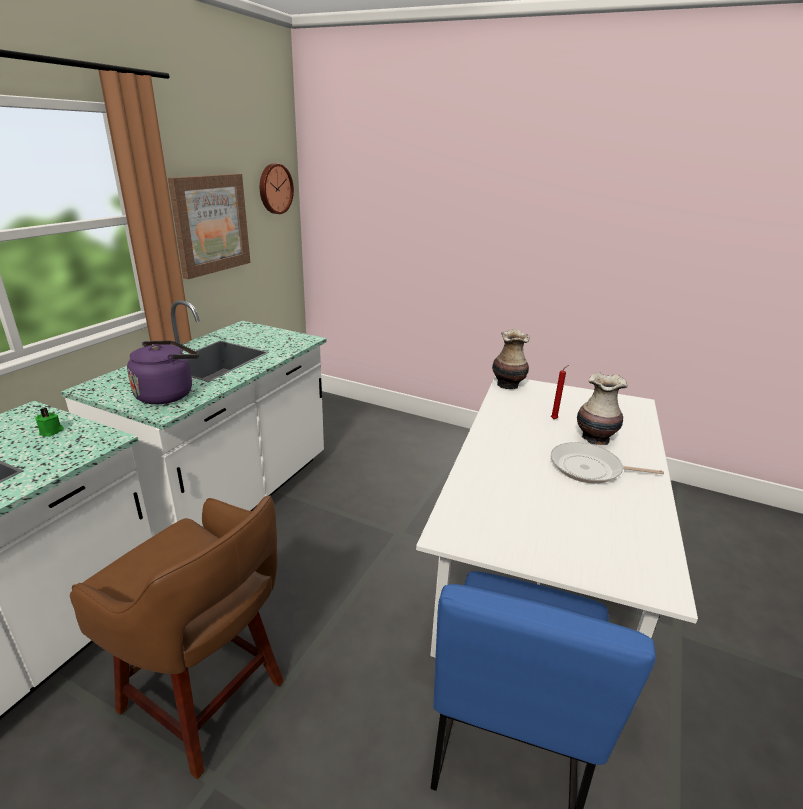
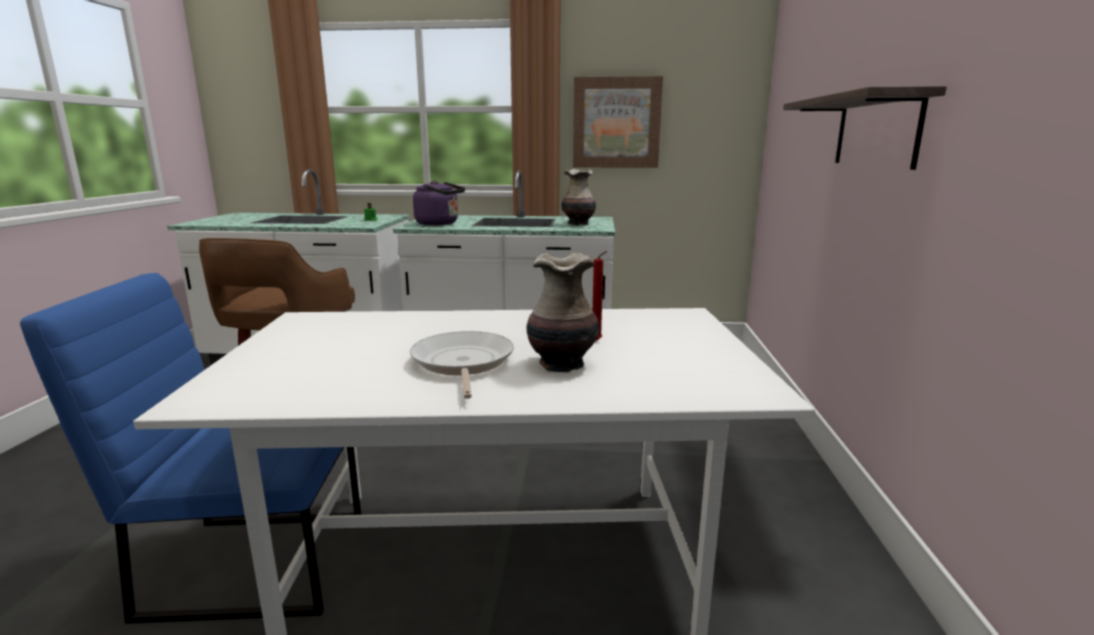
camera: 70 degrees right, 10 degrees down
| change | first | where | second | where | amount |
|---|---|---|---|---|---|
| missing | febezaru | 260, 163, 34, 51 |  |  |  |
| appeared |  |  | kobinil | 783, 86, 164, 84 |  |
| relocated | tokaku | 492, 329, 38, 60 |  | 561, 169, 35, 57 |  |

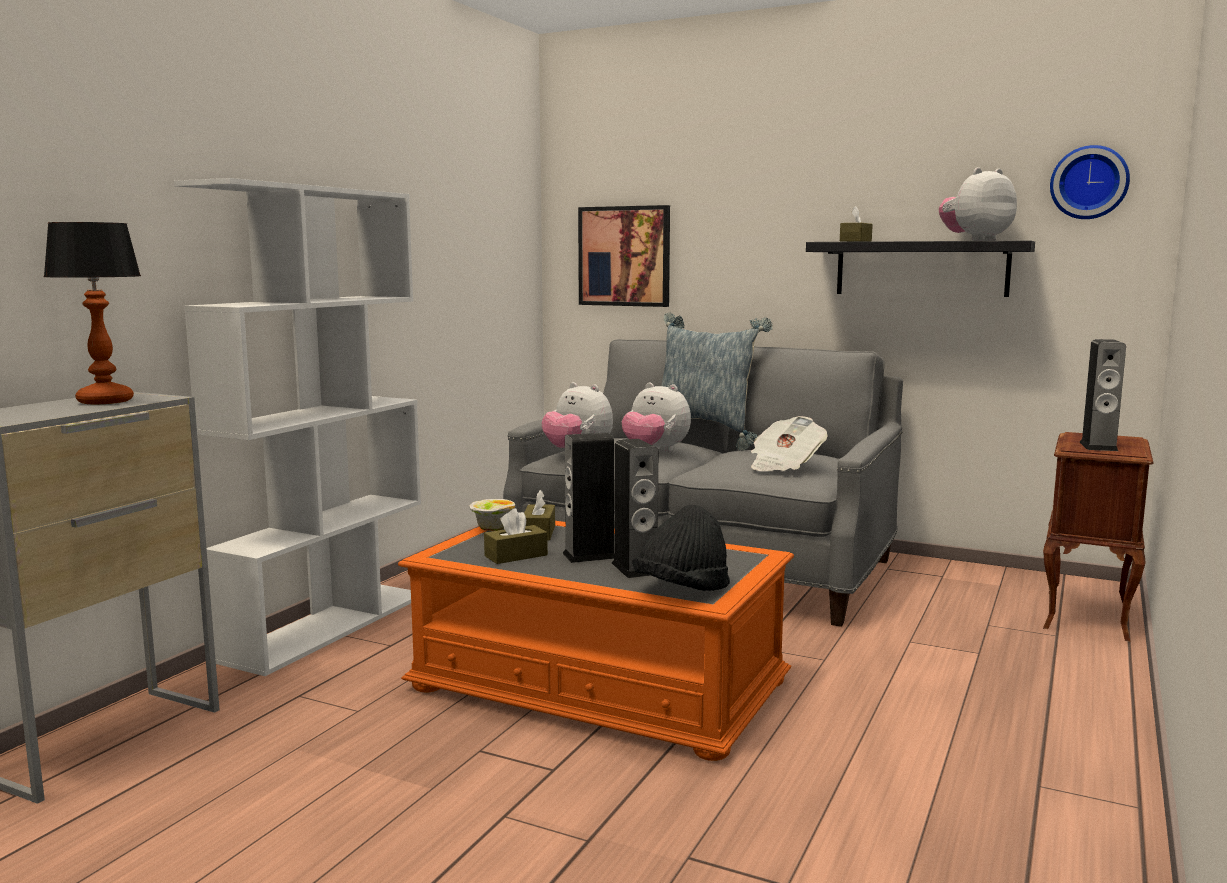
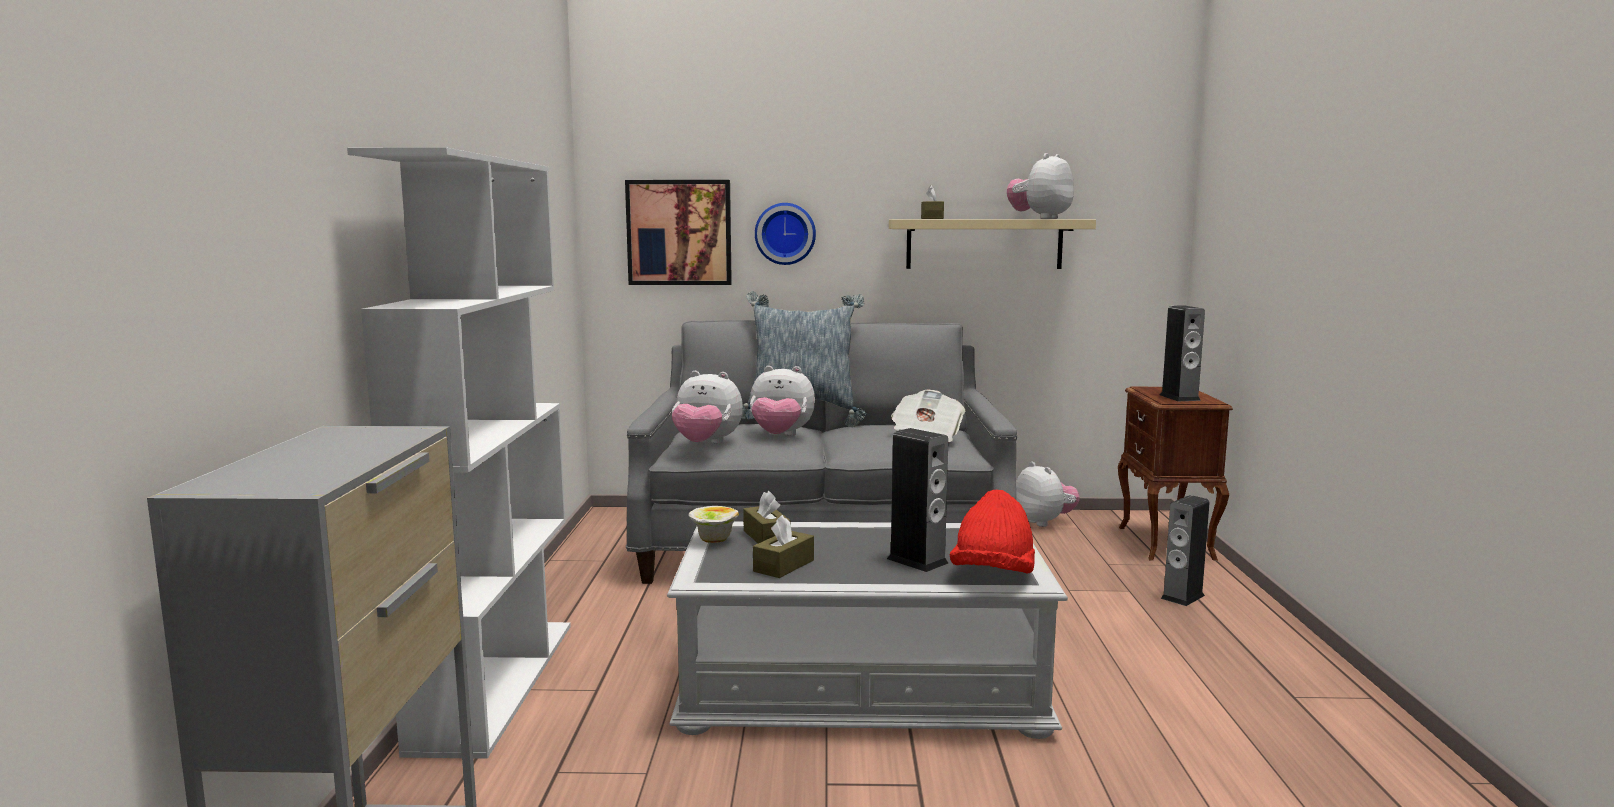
camera: 25 degrees left, 0 degrees up
| change | first | where | second | where | amount |
|---|---|---|---|---|---|
| missing | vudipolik | 44, 222, 97, 182 |  |  |  |
| appeared |  |  | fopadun | 1016, 462, 64, 65 |  |
| relocated | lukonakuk | 562, 432, 53, 131 |  | 1161, 495, 48, 111 |  |
| relocated | febezaru | 1050, 145, 80, 74 |  | 755, 203, 61, 62 |  |
| colour | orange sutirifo | 398, 521, 396, 240 | white sutirifo | 667, 522, 401, 217 |  |
| colour | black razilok | 632, 505, 98, 86 | red razilok | 950, 490, 85, 83 |  |
| colour | black kobinil | 806, 241, 229, 56 | beige kobinil | 889, 219, 207, 50 |  |

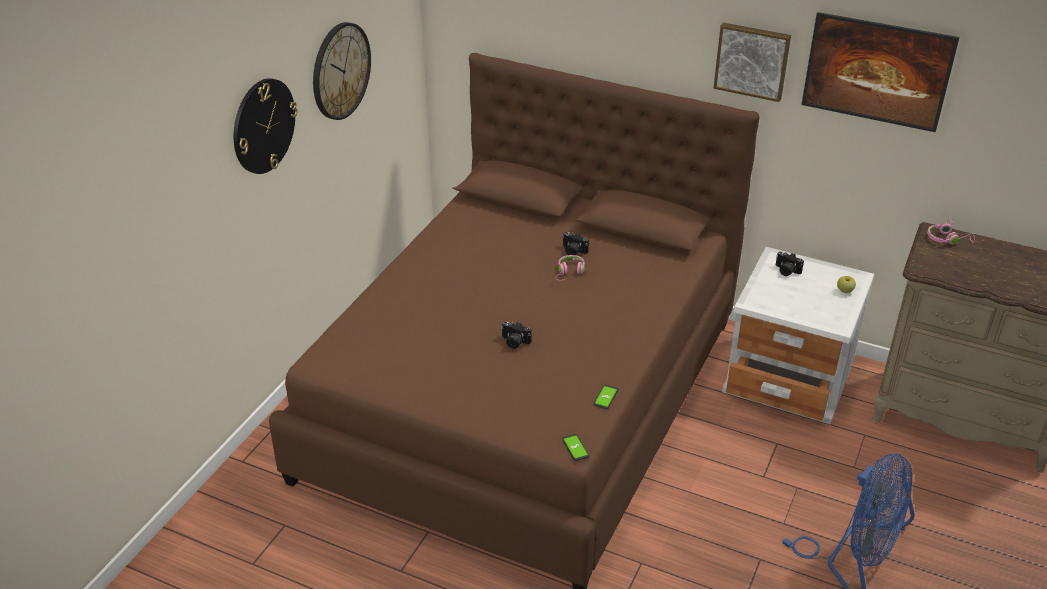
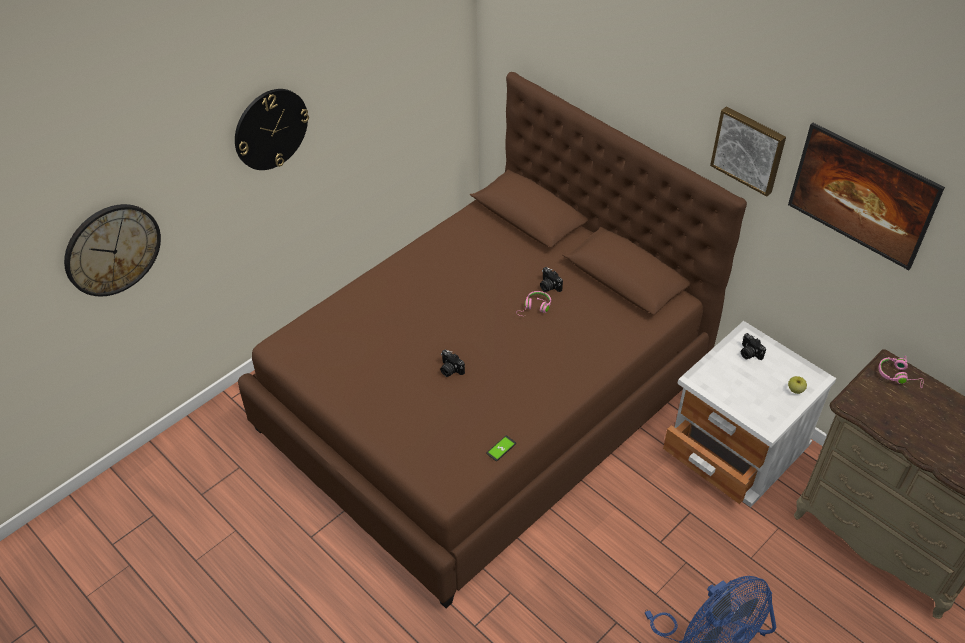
camera: 20 degrees right, 10 degrees up
| change | first | where | second | where | amount |
|---|---|---|---|---|---|
| missing | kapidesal | 562, 434, 27, 27 |  |  |  |
| relocated | febezaru | 313, 22, 58, 98 |  | 64, 204, 97, 92 |  |

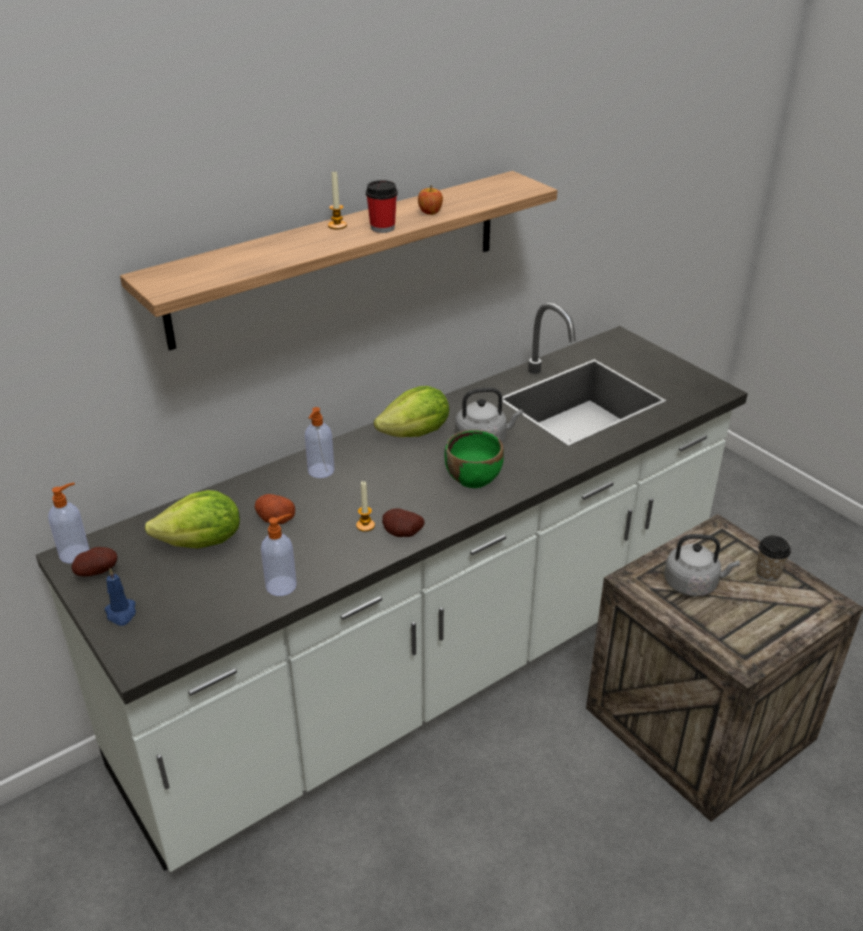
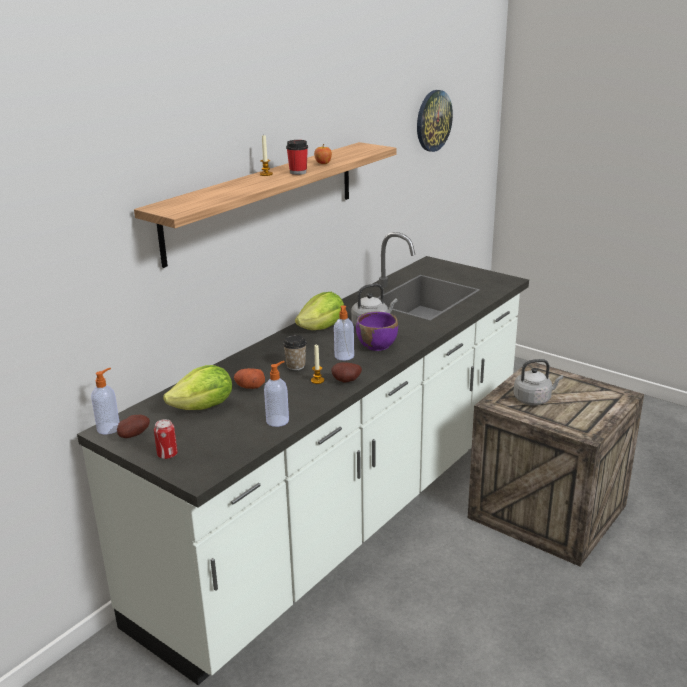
camera: 15 degrees left, 10 degrees down
| change | first | where | second | where | amount |
|---|---|---|---|---|---|
| appeared |  |  | febezaru | 417, 90, 36, 62 |  |
| relocated | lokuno | 305, 407, 29, 71 |  | 334, 305, 20, 56 |  |
| relocated | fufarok | 756, 536, 35, 45 |  | 283, 335, 24, 35 |  |
| exchanged | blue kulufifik | 104, 568, 32, 58 | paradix | 154, 419, 24, 40 |  |
| colour | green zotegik | 444, 430, 60, 58 | purple zotegik | 356, 312, 42, 39 |  |

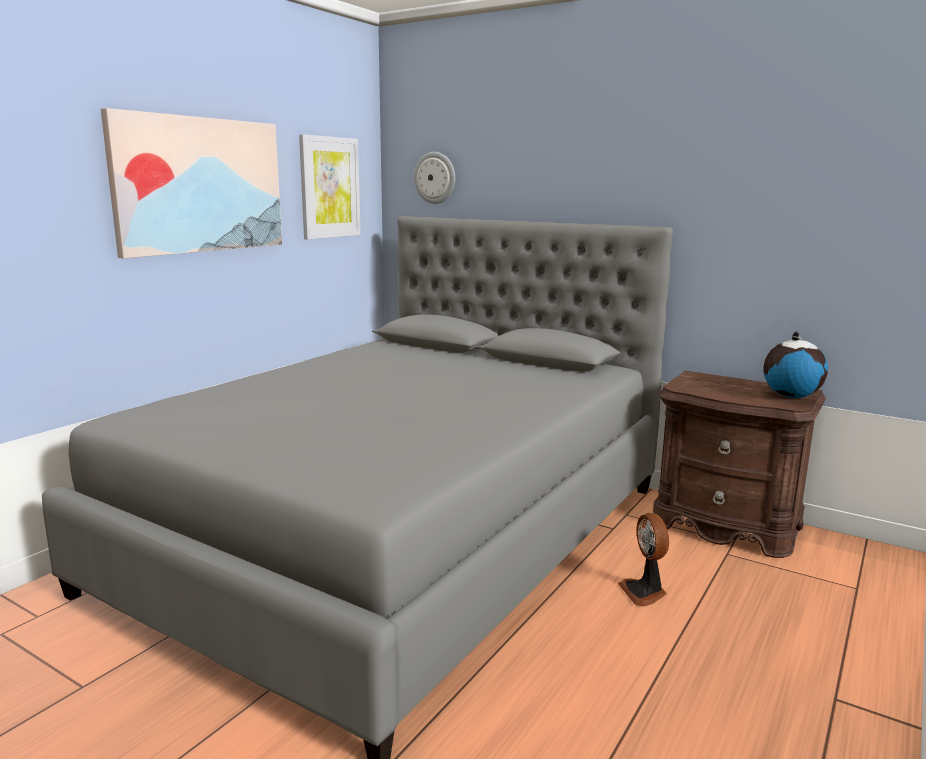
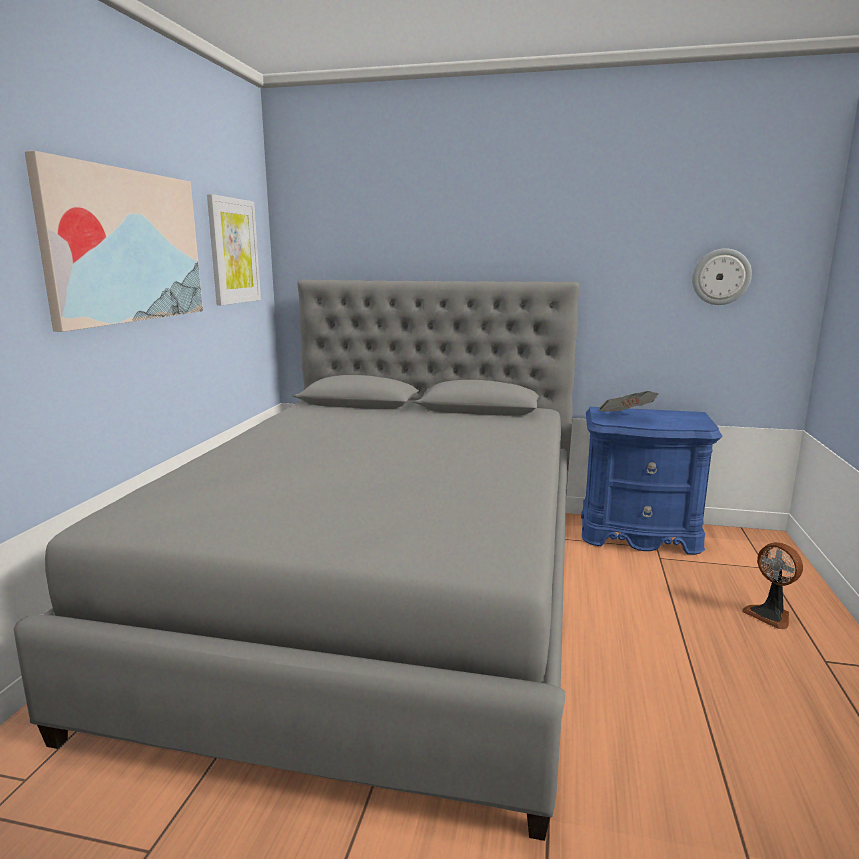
camera: 20 degrees left, 0 degrees up
| change | first | where | second | where | amount |
|---|---|---|---|---|---|
| missing | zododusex | 763, 332, 65, 66 |  |  |  |
| appeared |  |  | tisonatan | 598, 391, 60, 21 |  |
| relocated | febezaru | 414, 152, 41, 52 |  | 692, 248, 60, 57 |  |
| relocated | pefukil | 618, 513, 51, 94 |  | 742, 542, 61, 87 |  |
| colour | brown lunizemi | 653, 371, 173, 187 | blue lunizemi | 581, 407, 142, 148 |  |

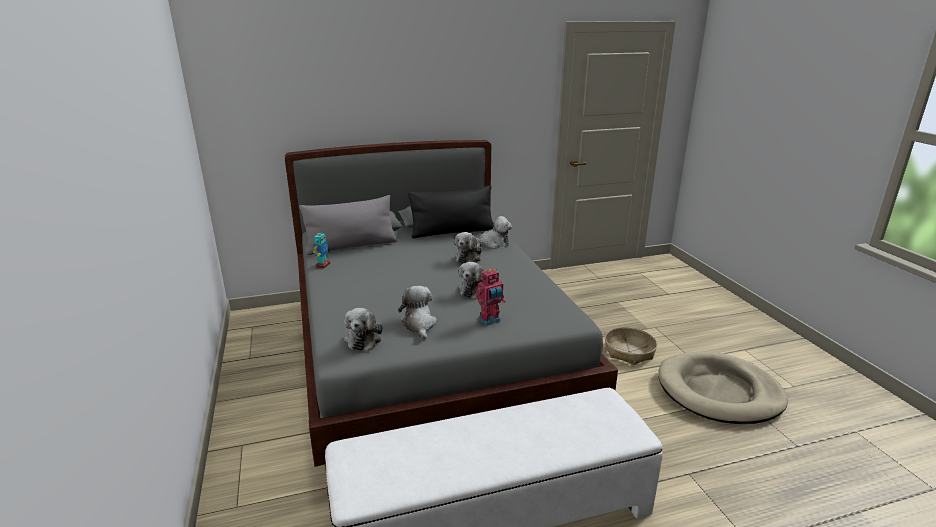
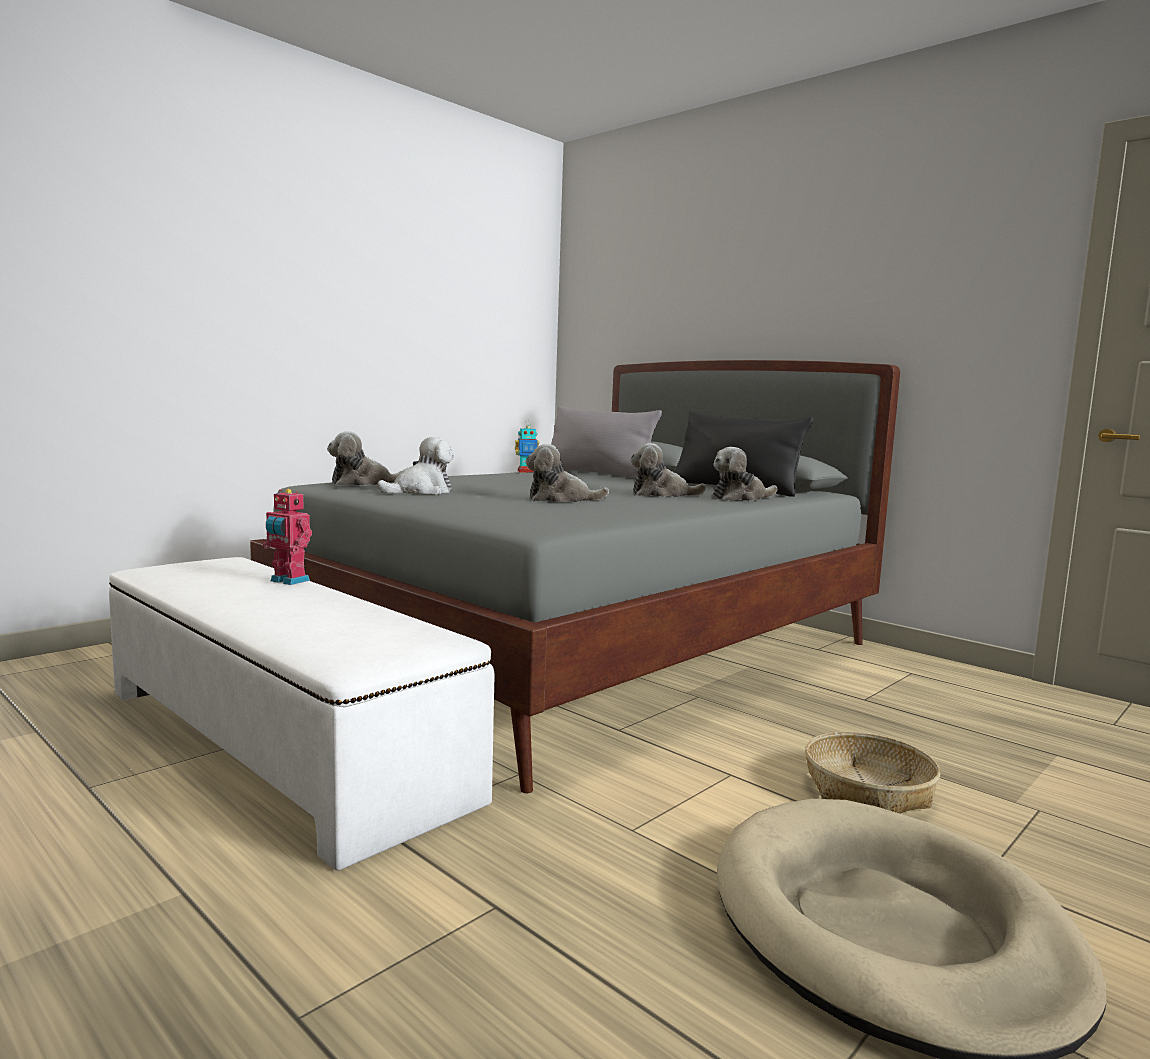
camera: 60 degrees right, 15 degrees down
| change | first | where | second | where | amount |
|---|---|---|---|---|---|
| relocated | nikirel | 475, 268, 31, 58 |  | 263, 489, 49, 96 |  |
| spun | fopadun | 476, 216, 36, 33 |  | 713, 447, 64, 54 | 90 degrees clockwise |

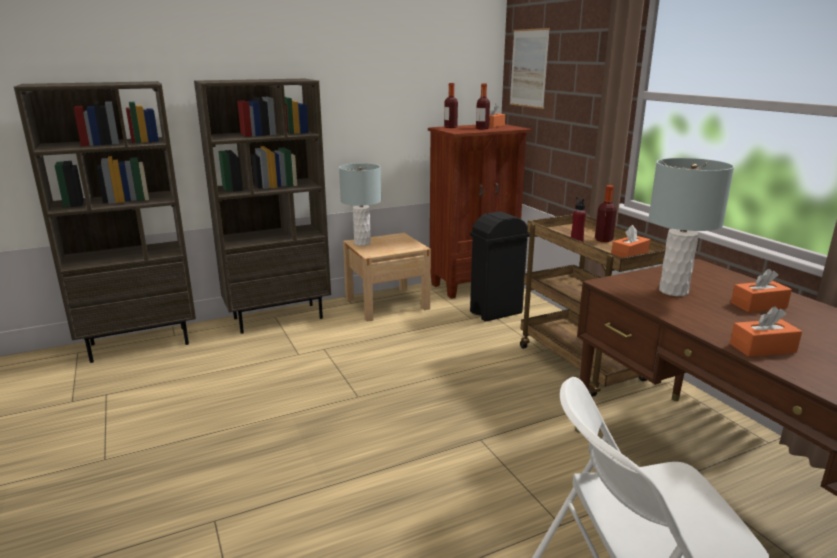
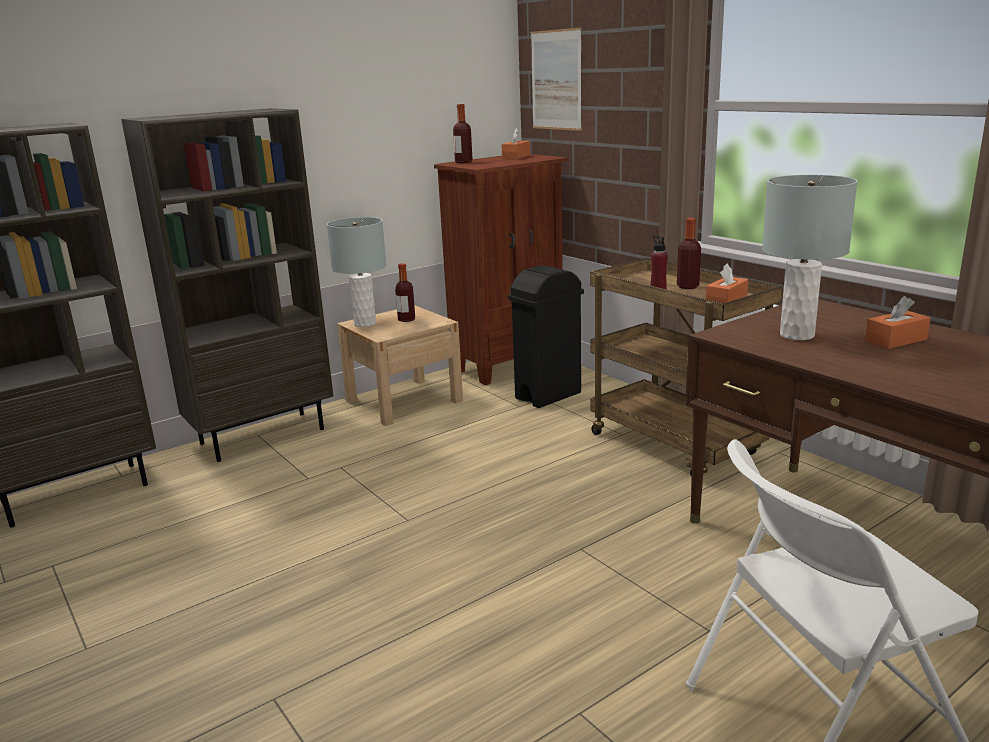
camera: 10 degrees left, 0 degrees up
| change | first | where | second | where | amount |
|---|---|---|---|---|---|
| missing | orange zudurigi | 730, 306, 72, 51 |  |  |  |
| relocated | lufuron | 476, 83, 14, 46 |  | 395, 263, 20, 59 |  |

